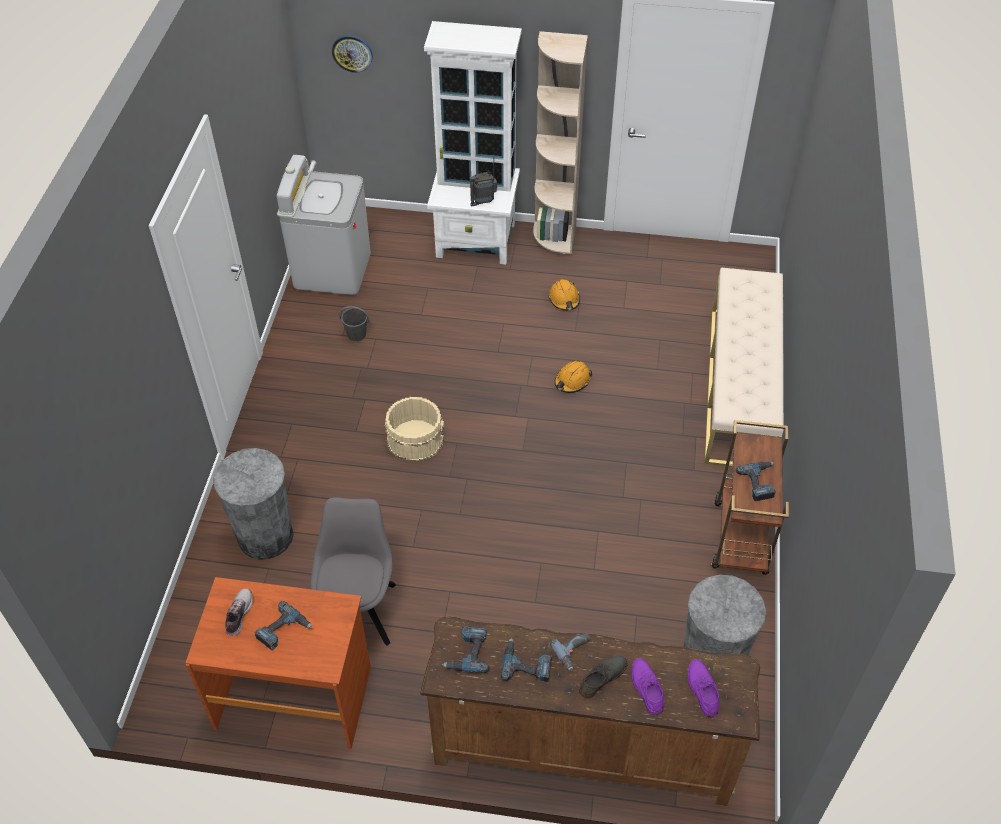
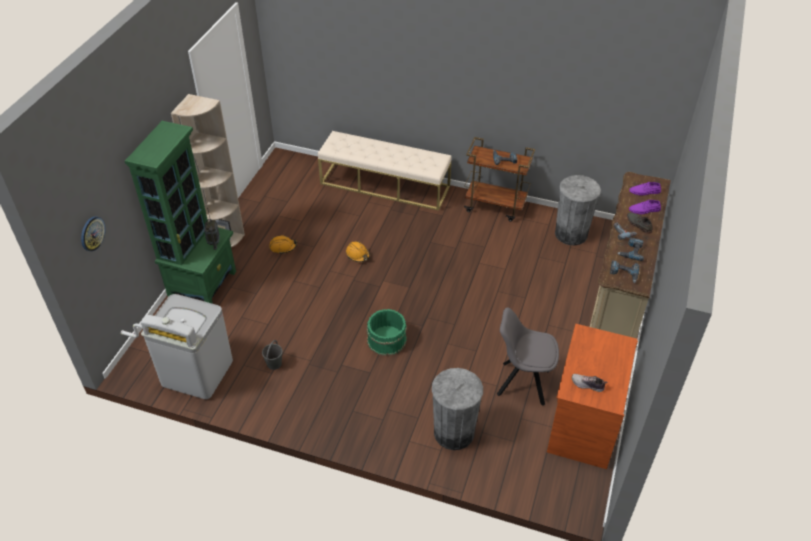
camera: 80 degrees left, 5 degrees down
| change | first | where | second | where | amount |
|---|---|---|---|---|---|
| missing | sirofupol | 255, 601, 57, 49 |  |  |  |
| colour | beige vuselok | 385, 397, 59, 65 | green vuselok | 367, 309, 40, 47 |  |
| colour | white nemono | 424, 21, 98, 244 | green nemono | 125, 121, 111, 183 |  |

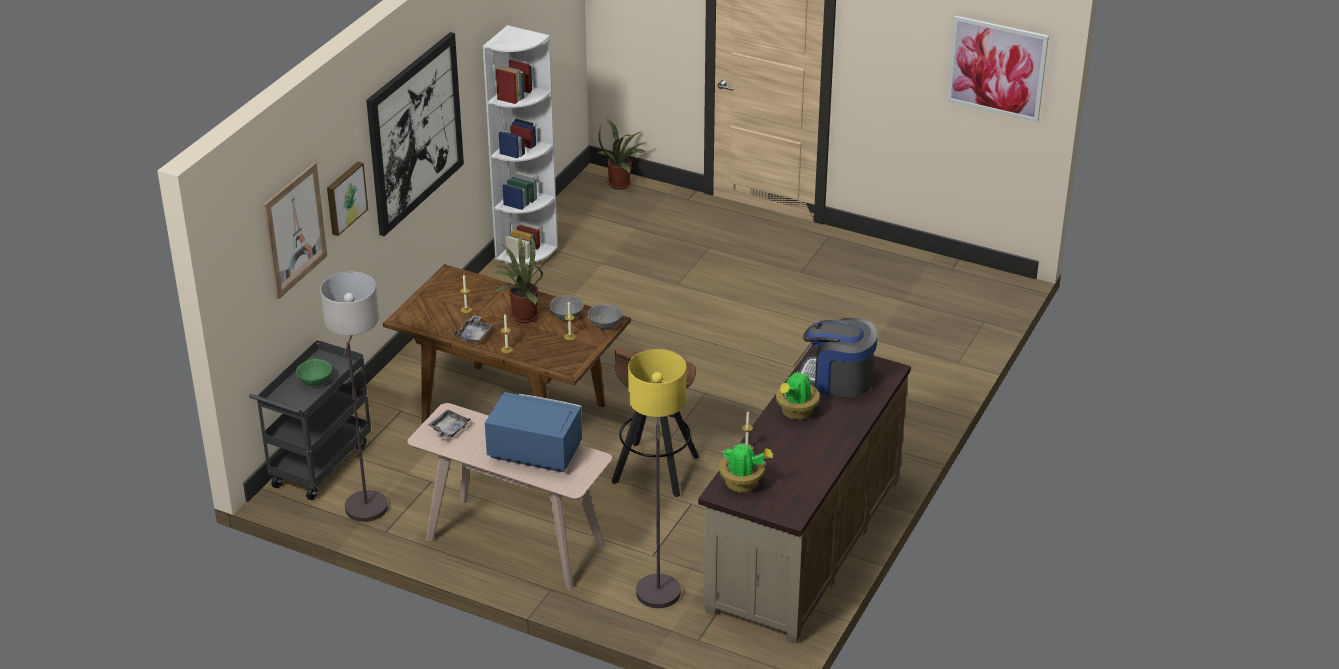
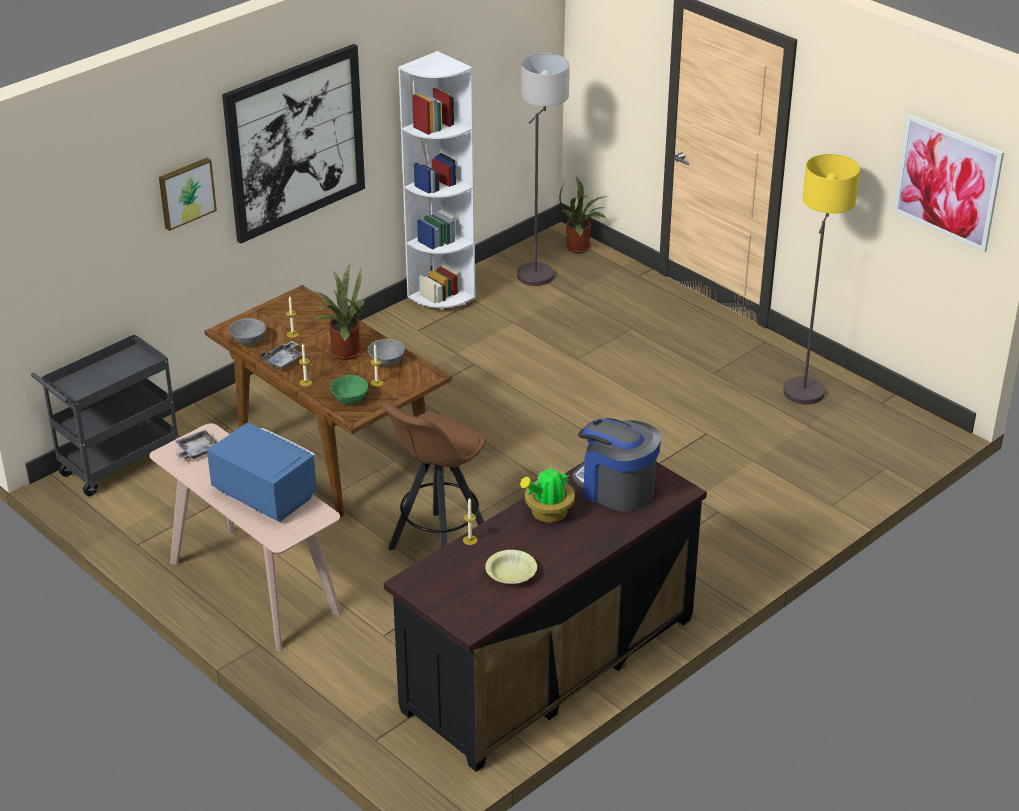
camera: 20 degrees right, 0 degrees up
| change | first | where | second | where | amount |
|---|---|---|---|---|---|
| missing | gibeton | 263, 162, 64, 138 |  |  |  |
| missing | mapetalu | 719, 440, 54, 53 |  |  |  |
| appeared |  |  | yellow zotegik | 485, 550, 52, 34 |  |
| relocated | green zotegik | 296, 359, 36, 28 |  | 330, 375, 38, 29 |  |
| relocated | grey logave | 320, 272, 68, 250 |  | 517, 53, 53, 233 |  |
| relocated | grey zotegik | 588, 304, 34, 26 |  | 229, 318, 37, 28 |  |
| relocated | yellow logave | 628, 349, 58, 259 |  | 783, 154, 77, 250 |  |
| colour | beige nemono | 698, 345, 213, 299 | black nemono | 384, 461, 323, 311 |  |

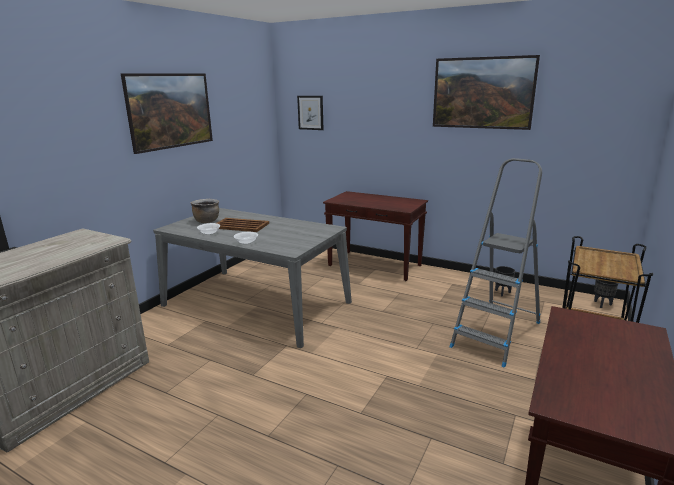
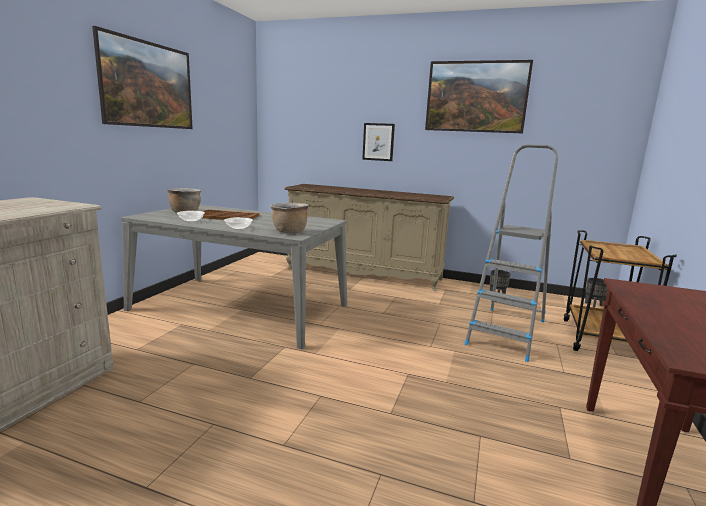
camera: 10 degrees left, 5 degrees down
| change | first | where | second | where | amount |
|---|---|---|---|---|---|
| appeared |  |  | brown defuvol | 270, 203, 39, 30 |  |
| relocated | gibeton | 297, 96, 27, 34 |  | 362, 123, 33, 38 |  |
| exchanged | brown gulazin | 323, 191, 105, 90 | beige nemono | 284, 184, 170, 107 |  |

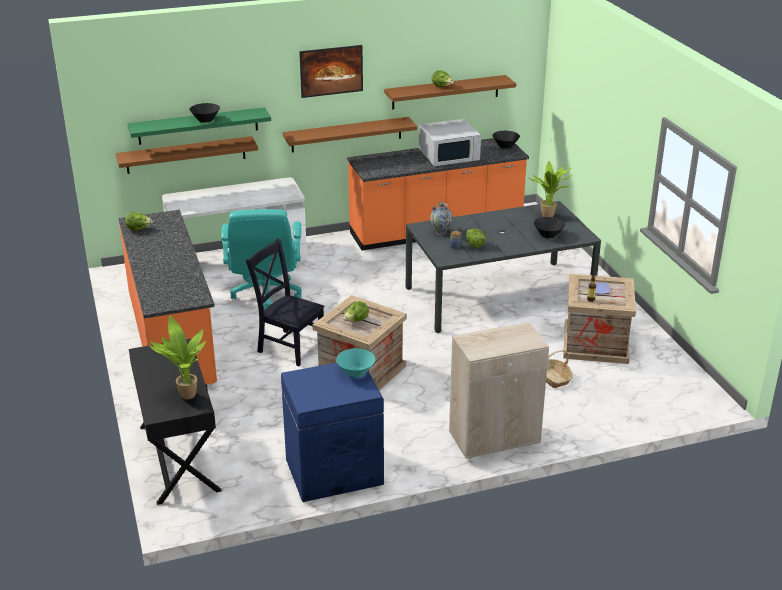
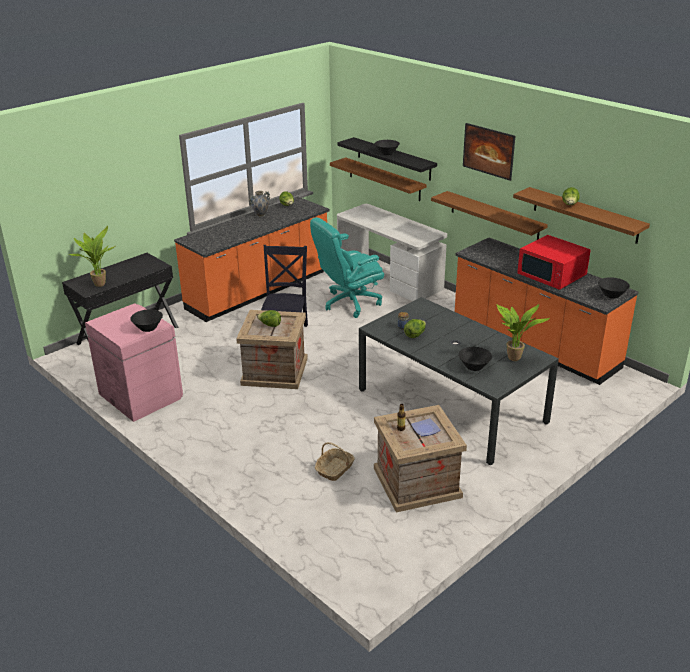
camera: 65 degrees right, 0 degrees up
| change | first | where | second | where | amount |
|---|---|---|---|---|---|
| missing | beige nemono | 449, 322, 100, 137 |  |  |  |
| relocated | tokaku | 430, 201, 23, 34 |  | 250, 191, 20, 26 |  |
| colour | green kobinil | 127, 107, 144, 38 | black kobinil | 337, 137, 100, 44 |  |
| colour | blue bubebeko | 281, 363, 103, 139 | pink bubebeko | 85, 303, 98, 119 |  |
| colour | turquoise zotegik | 336, 348, 39, 29 | black zotegik | 130, 309, 33, 23 |  |
| colour | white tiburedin | 419, 119, 62, 47 | red tiburedin | 517, 235, 74, 55 |  |

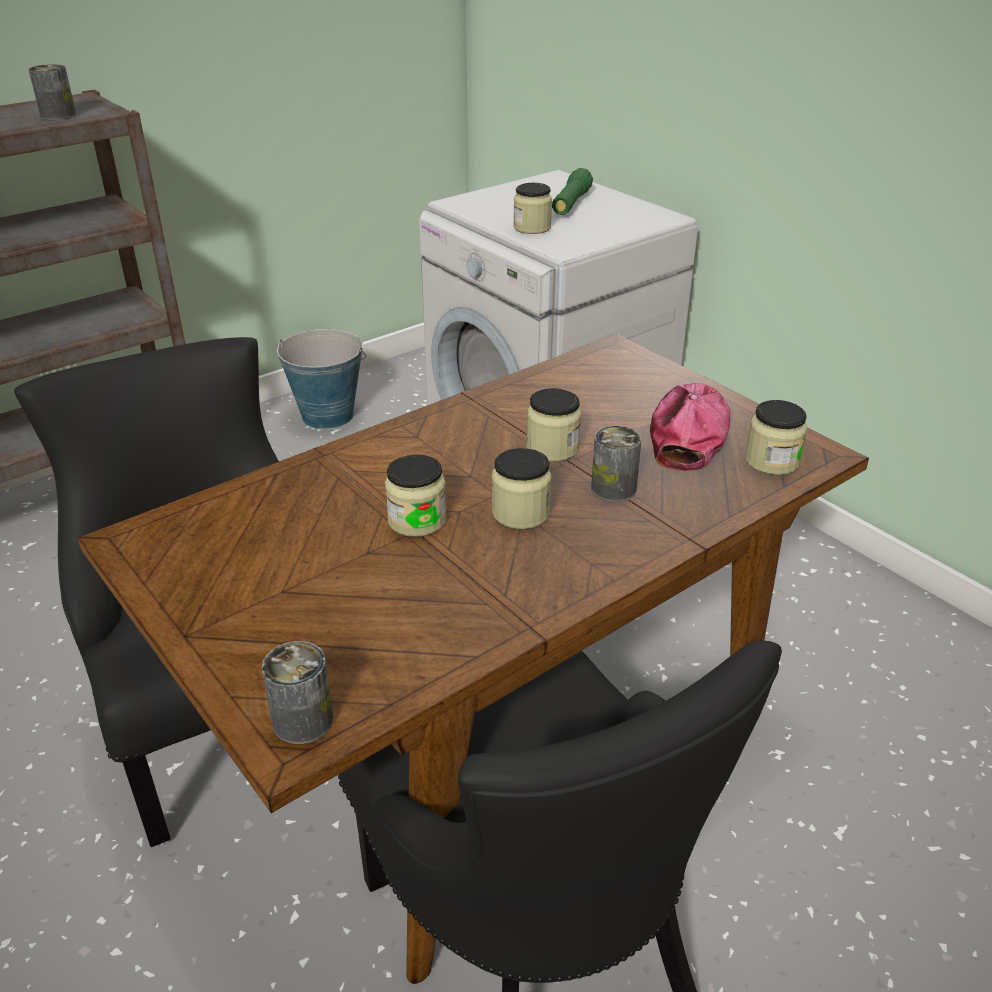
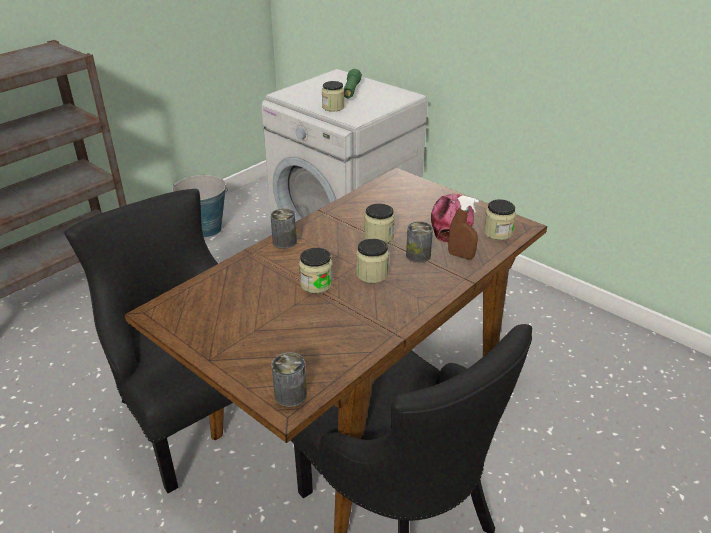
camera: 10 degrees left, 0 degrees up
| change | first | where | second | where | amount |
|---|---|---|---|---|---|
| appeared |  |  | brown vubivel | 448, 196, 31, 63 |  |
| relocated | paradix | 28, 64, 48, 56 |  | 270, 208, 27, 41 |  |

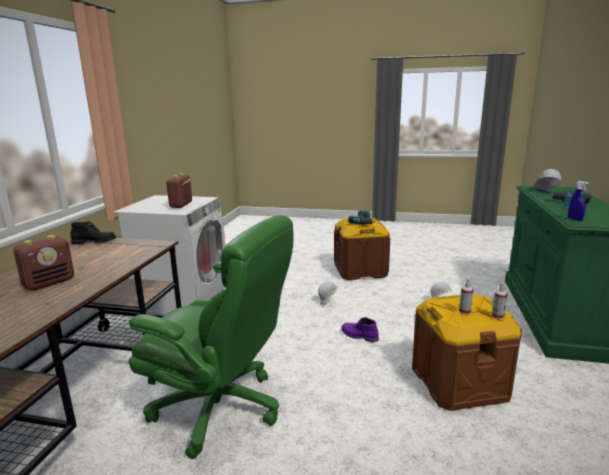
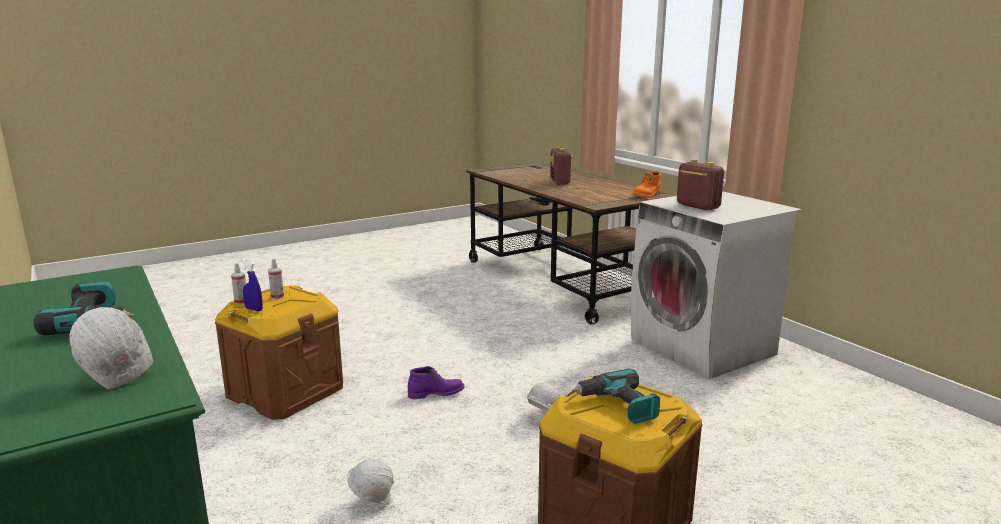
camera: 135 degrees right, 0 degrees up
| change | first | where | second | where | amount |
|---|---|---|---|---|---|
| missing | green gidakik | 129, 215, 164, 244 |  |  |  |
| relocated | blue vubivel | 568, 181, 20, 40 |  | 241, 259, 22, 53 |  |
| colour | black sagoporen | 70, 221, 46, 24 | orange sagoporen | 633, 171, 28, 27 |  |

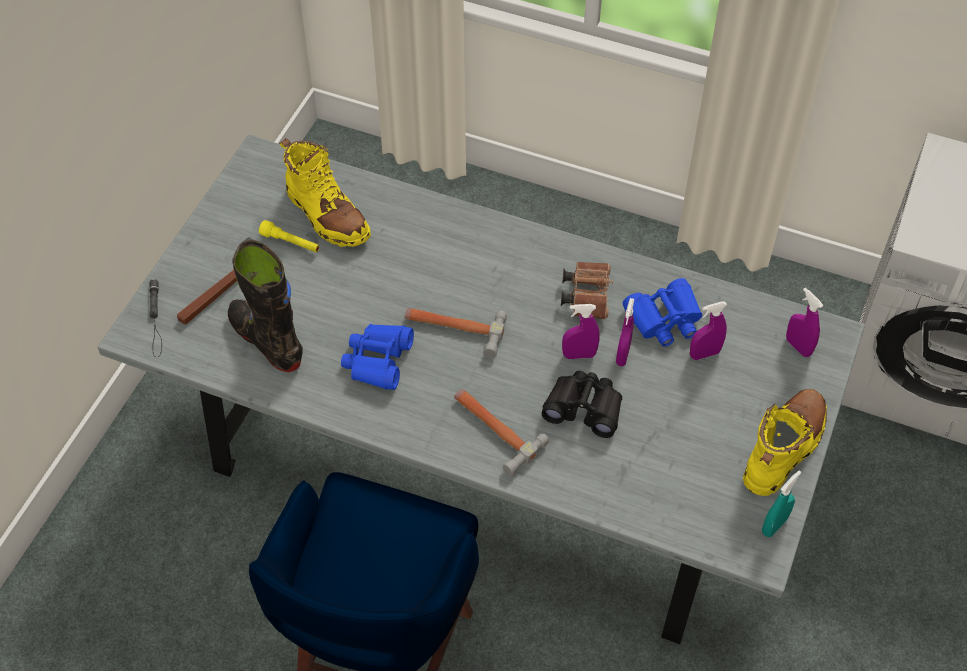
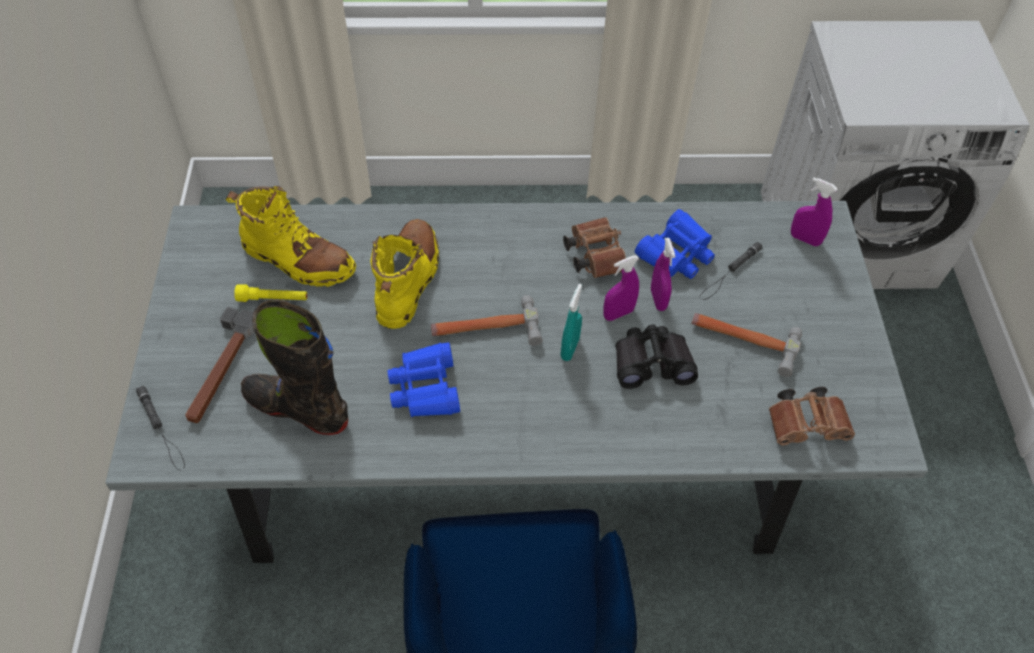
camera: 25 degrees left, 0 degrees up
| change | first | where | second | where | amount |
|---|---|---|---|---|---|
| appeared |  |  | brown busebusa | 769, 387, 86, 58 |  |
| relocated | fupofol | 454, 389, 95, 87 |  | 691, 313, 111, 64 |  |
| relocated | yellow sagoporen | 743, 389, 84, 107 |  | 370, 219, 69, 110 |  |
| relocated | turquoise vubivel | 762, 470, 40, 67 |  | 561, 284, 21, 77 |  |
| exchanged | purple vubivel | 690, 301, 37, 59 | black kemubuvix | 701, 242, 61, 58 |  |

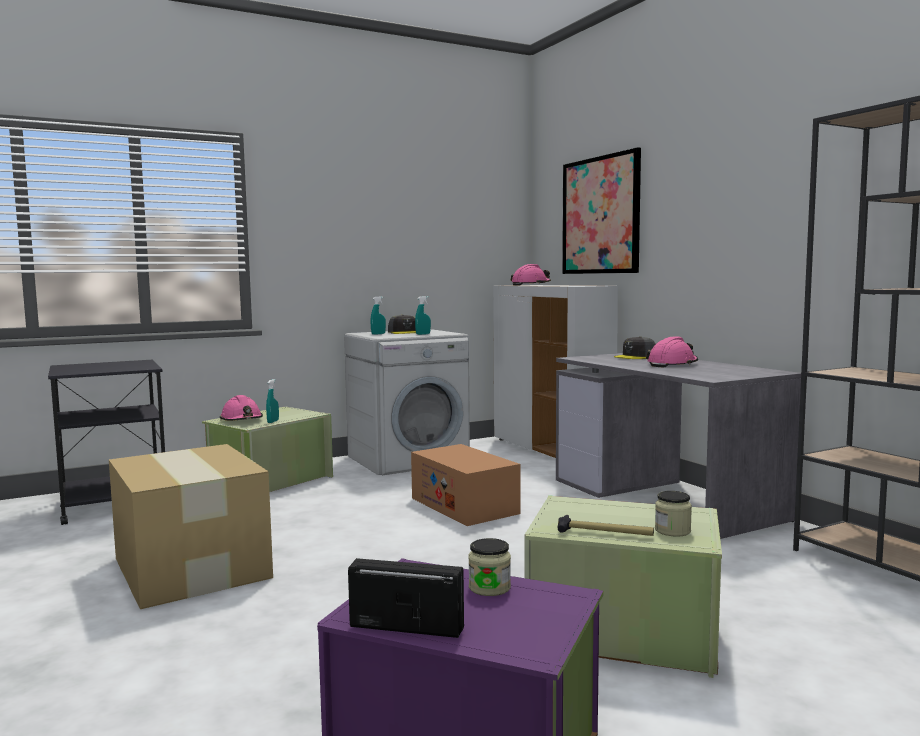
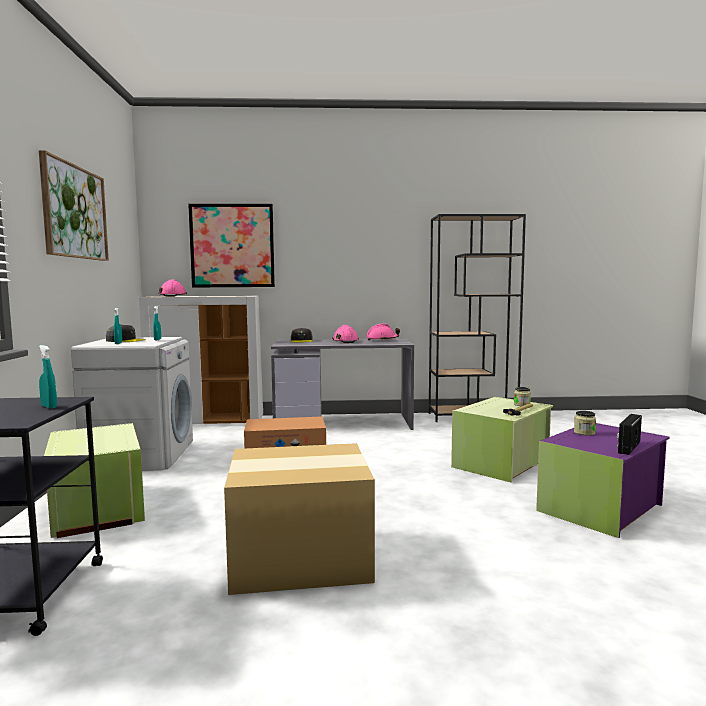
camera: 65 degrees left, 0 degrees up
| change | first | where | second | where | amount |
|---|---|---|---|---|---|
| appeared |  |  | gibeton | 39, 150, 70, 111 |  |
| relocated | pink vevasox | 220, 395, 43, 26 |  | 366, 324, 34, 17 |  |
| relocated | turquoise vubivel | 266, 379, 13, 44 |  | 39, 345, 18, 64 |  |

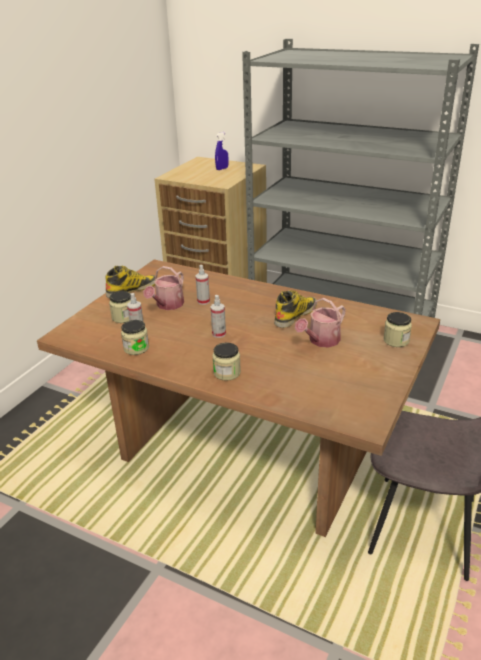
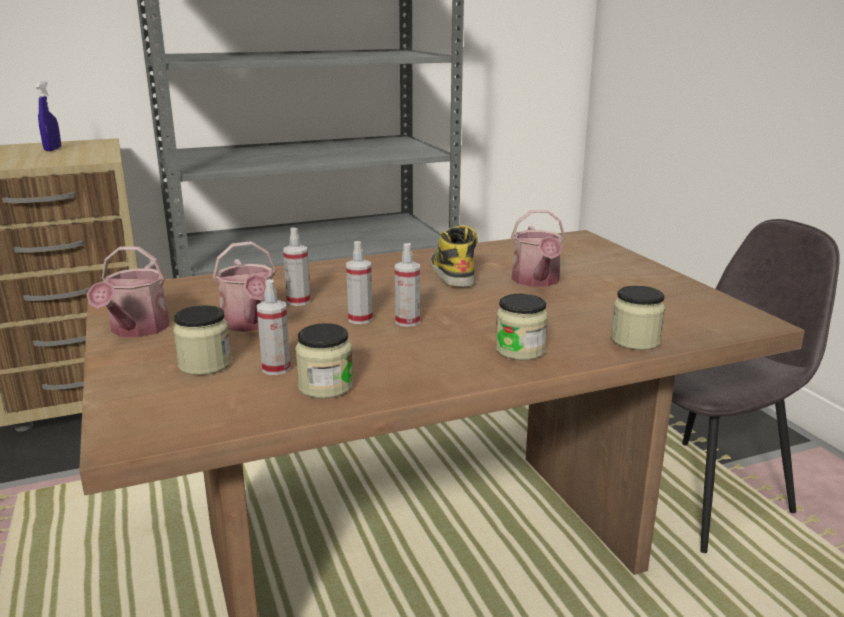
camera: 50 degrees left, 10 degrees down
| change | first | where | second | where | amount |
|---|---|---|---|---|---|
| appeared |  |  | vubivel | 346, 241, 27, 83 |  |
| relocated | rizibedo | 383, 312, 29, 35 |  | 611, 286, 54, 64 |  |
| exchanged | sagoporen | 105, 266, 50, 32 | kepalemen | 86, 246, 83, 91 |  |

